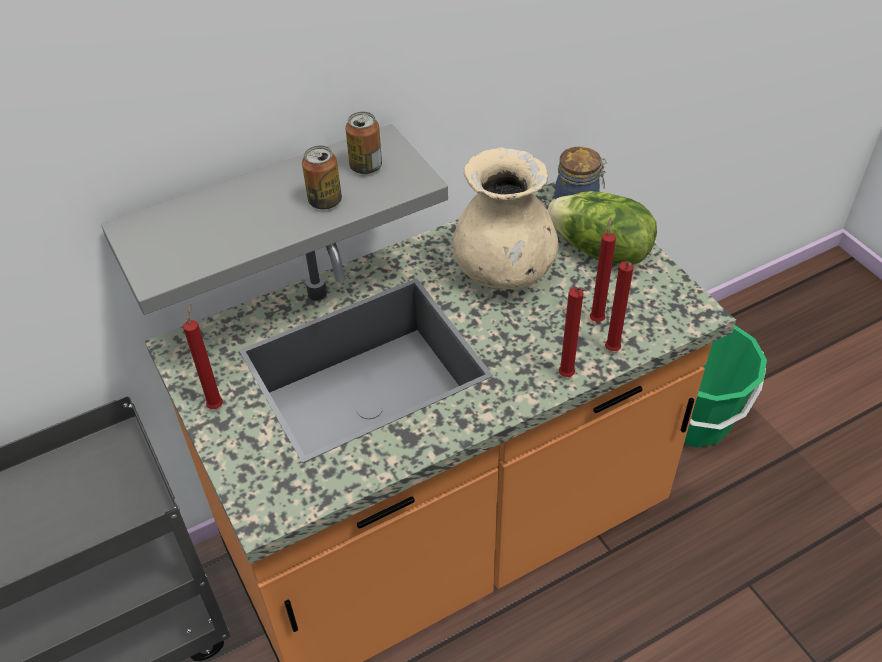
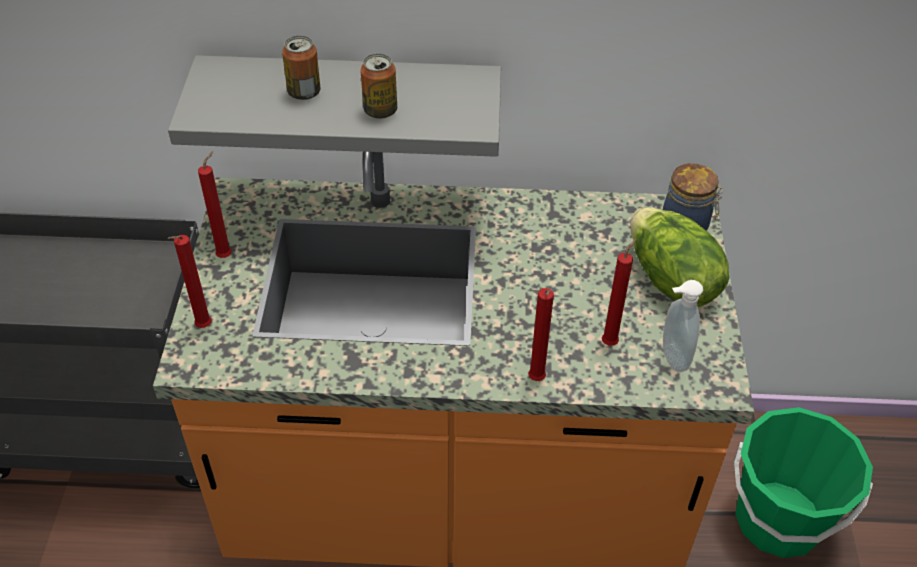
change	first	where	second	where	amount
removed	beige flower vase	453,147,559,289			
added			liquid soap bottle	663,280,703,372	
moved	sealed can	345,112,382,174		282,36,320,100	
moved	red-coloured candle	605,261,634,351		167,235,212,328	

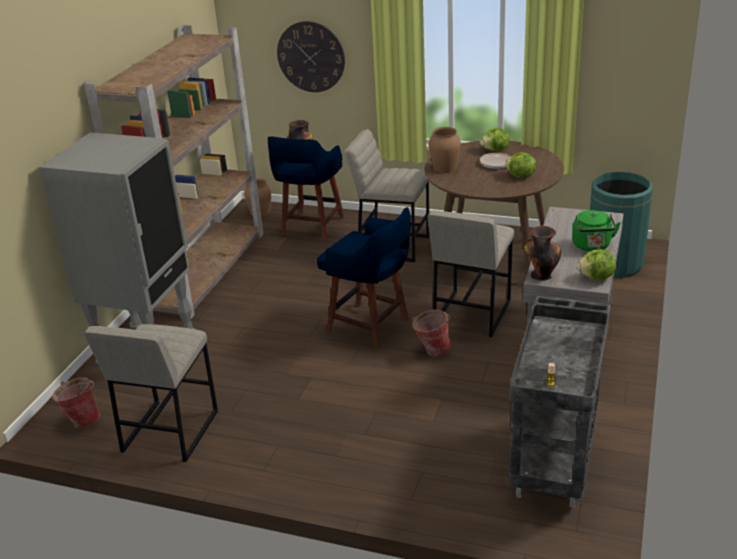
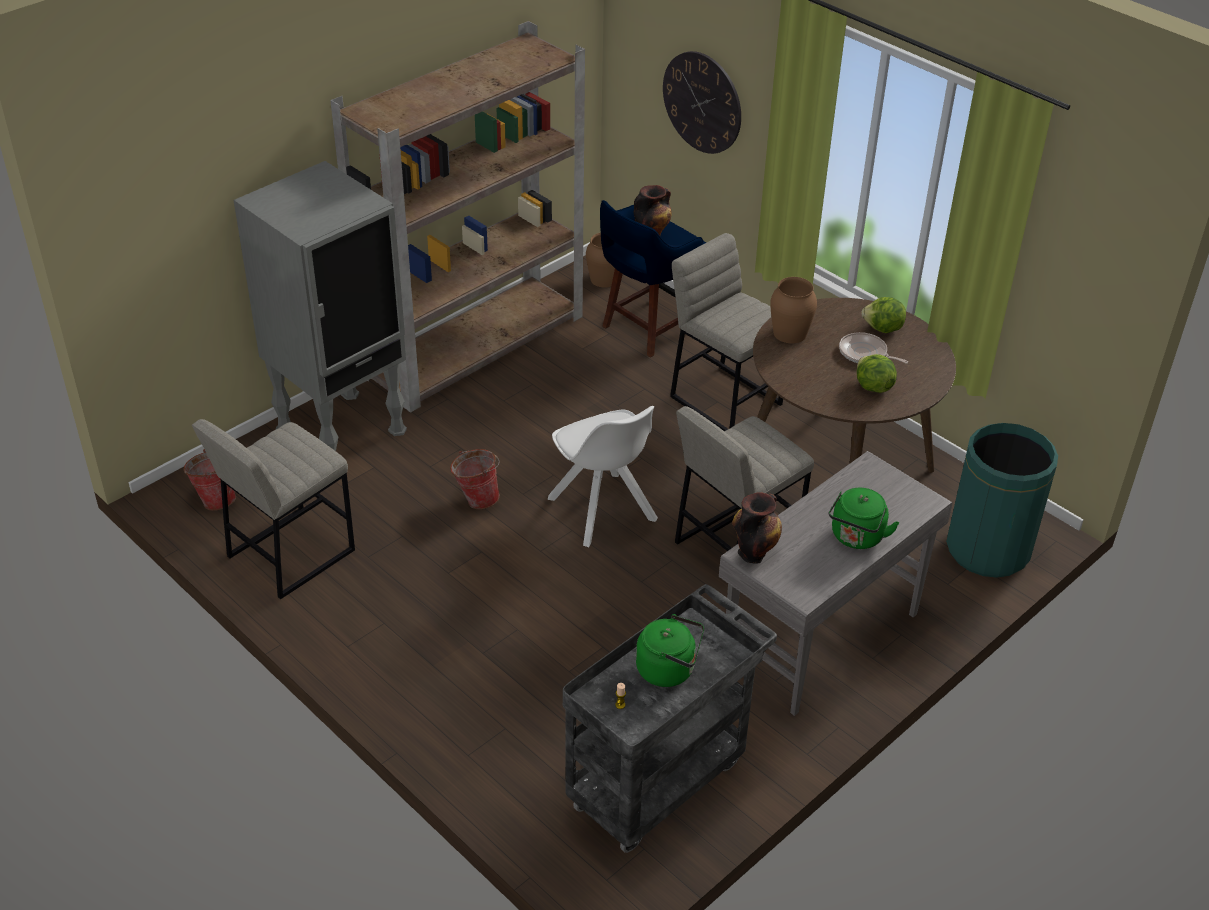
change	first	where	second	where	amount
removed	lettuce head	577,249,616,280			
added			greenish water kettle	636,614,704,687	
moved	bucket	412,310,451,357		450,449,500,509	
replaced	bluish stool seat	317,207,411,348	whitish plain chair	547,406,658,547	

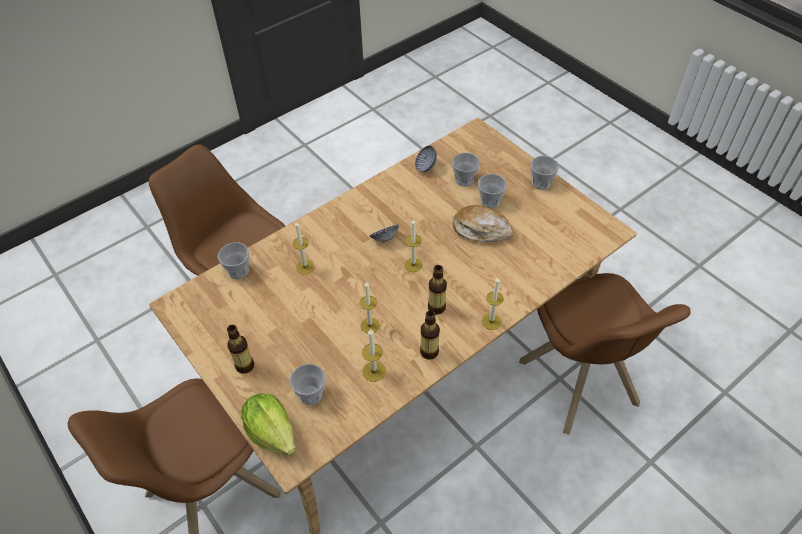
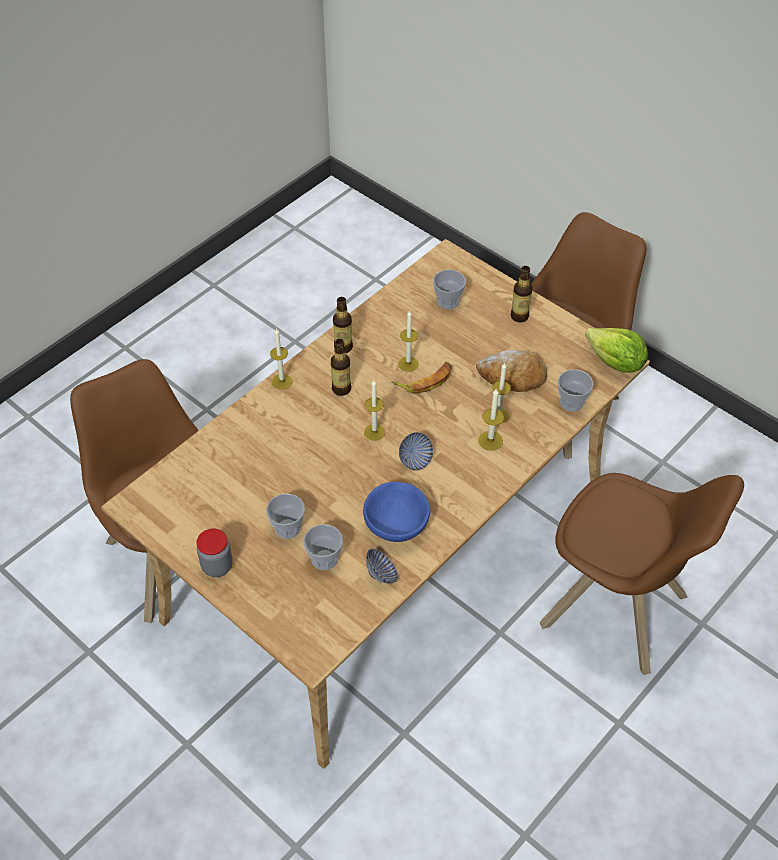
change	first	where	second	where	amount
added			bluish deep dish	363,482,430,542	
added			banana	392,362,452,393	
moved	lettuce head	241,393,296,455		585,328,648,373	
moved	candle	362,329,386,382		478,389,504,451	
moved	bread	453,205,513,242		476,350,547,392	
replaced	drinking cup	530,156,559,190	storage jar	197,529,233,577	

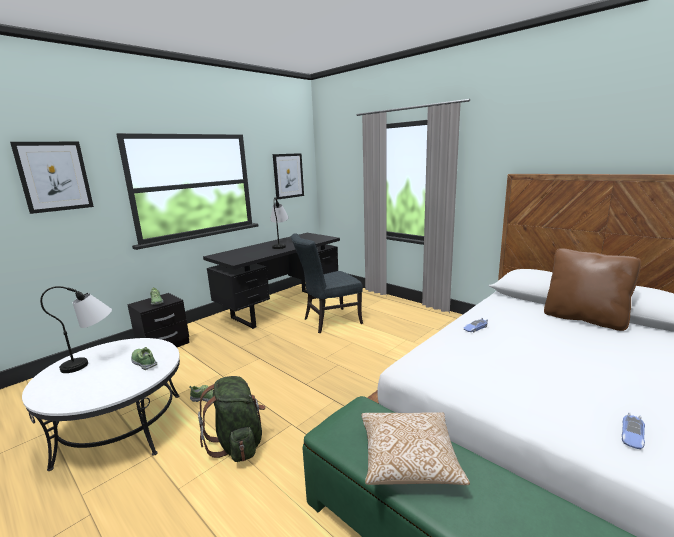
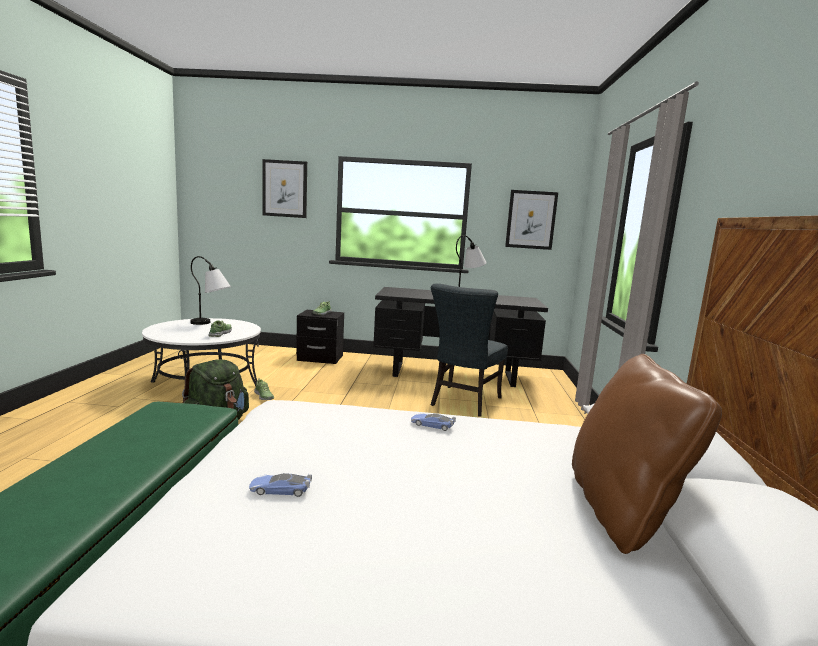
change	first	where	second	where	amount
removed	throw pillow	361,412,470,485			
moved	toy car	622,412,645,449		249,473,312,497	
turned	greyish plain chair	291,233,363,333		430,283,508,416	90 degrees counterclockwise

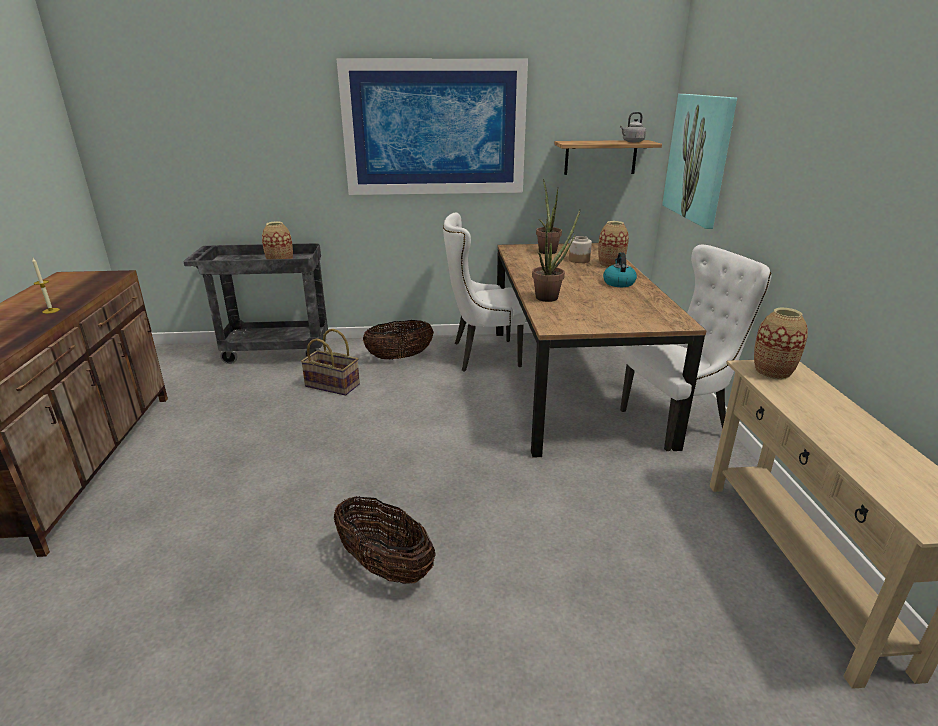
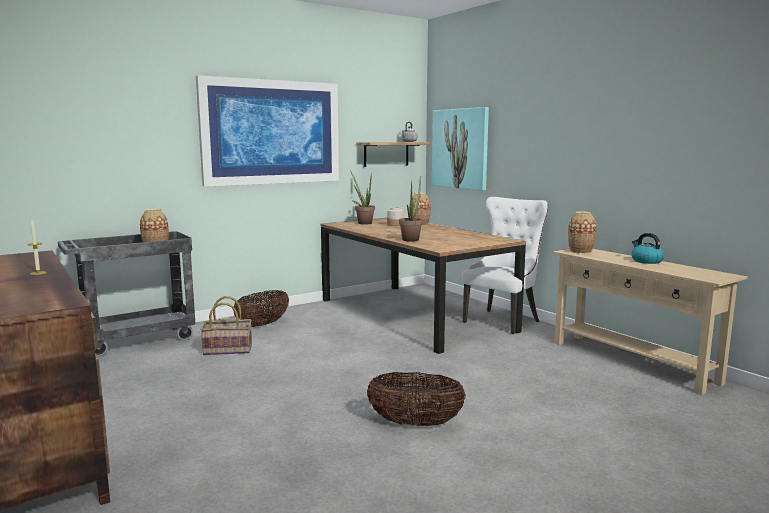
change	first	where	second	where	amount
removed	whitish plain chair	443,212,526,372			
moved	water kettle	603,252,637,287		631,233,664,264	

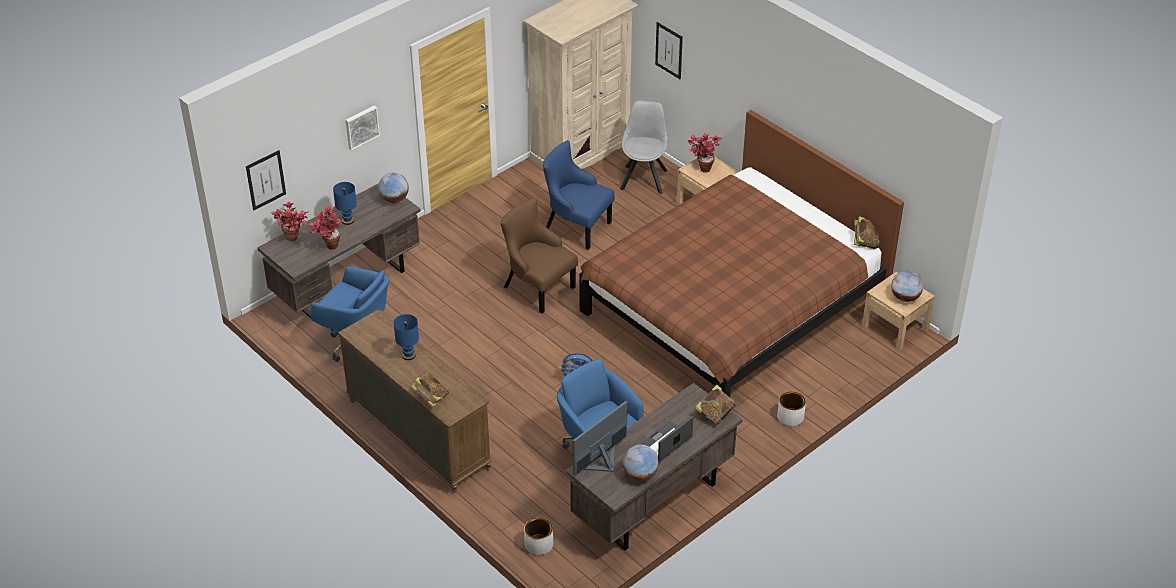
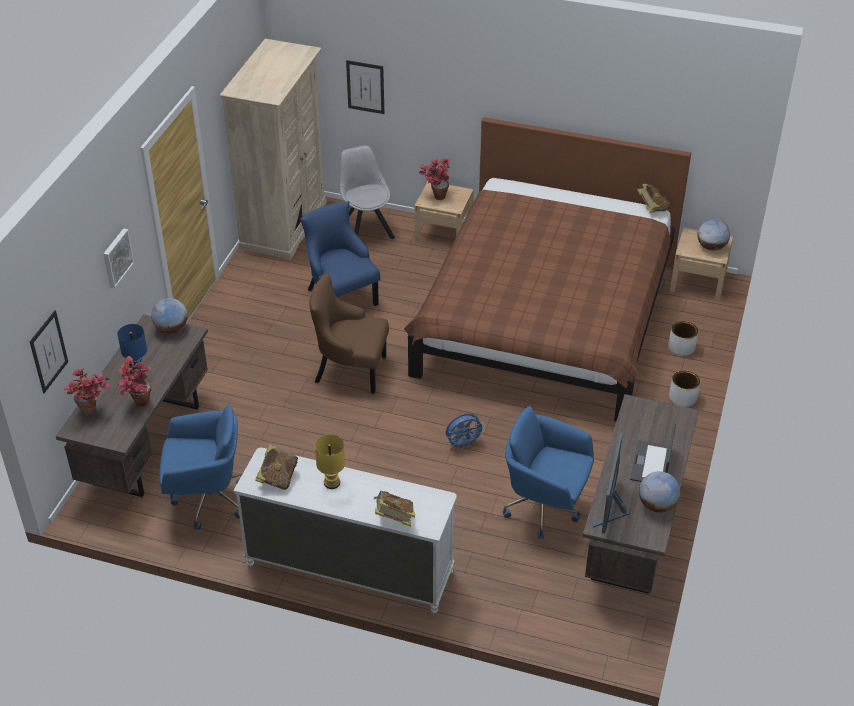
change	first	where	second	where	amount
moved	whitish plant pot	524,518,553,555		668,321,698,356	
moved	bound book	695,385,736,425		255,444,298,490	
recoloured	brown dresser	338,310,492,493	whitish dresser	233,447,457,614	
recoloured	bluish tabletop lamp	394,314,419,360	yellow-coloured tabletop lamp	315,435,345,489	
turned	bluish plain chair	543,140,615,250		300,201,381,306	60 degrees clockwise

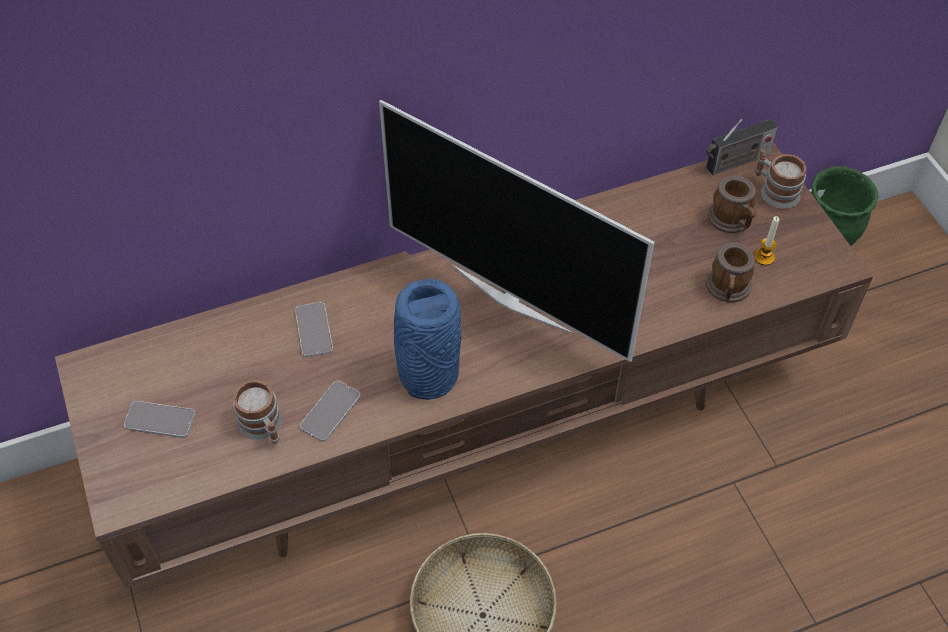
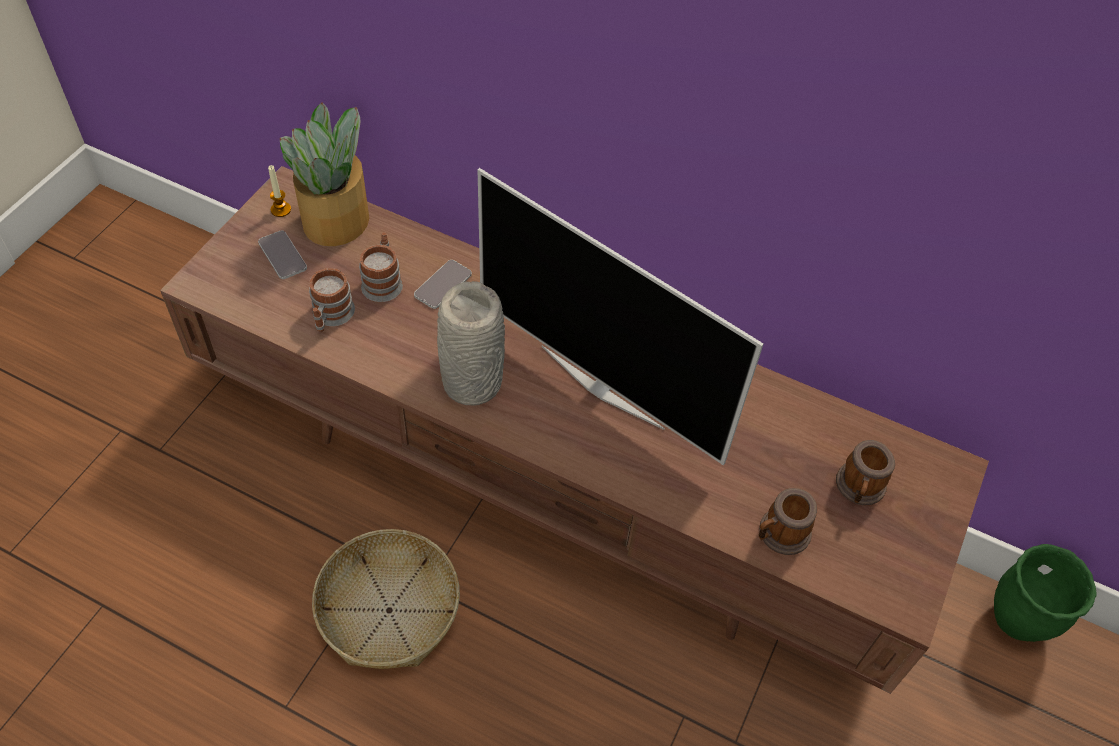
change	first	where	second	where	amount
removed	phone	300,381,360,441			
removed	radio set	706,119,778,175			
added			plant in a pot	280,102,369,246	
moved	candle	754,216,779,265		268,165,291,217	
moved	coffee mug	755,149,806,209		359,232,403,302	
recoloured	bluish flower vase	394,279,461,400	greyish flower vase	437,281,505,406	
turned	TV	379,100,655,362		478,168,763,465	45 degrees counterclockwise

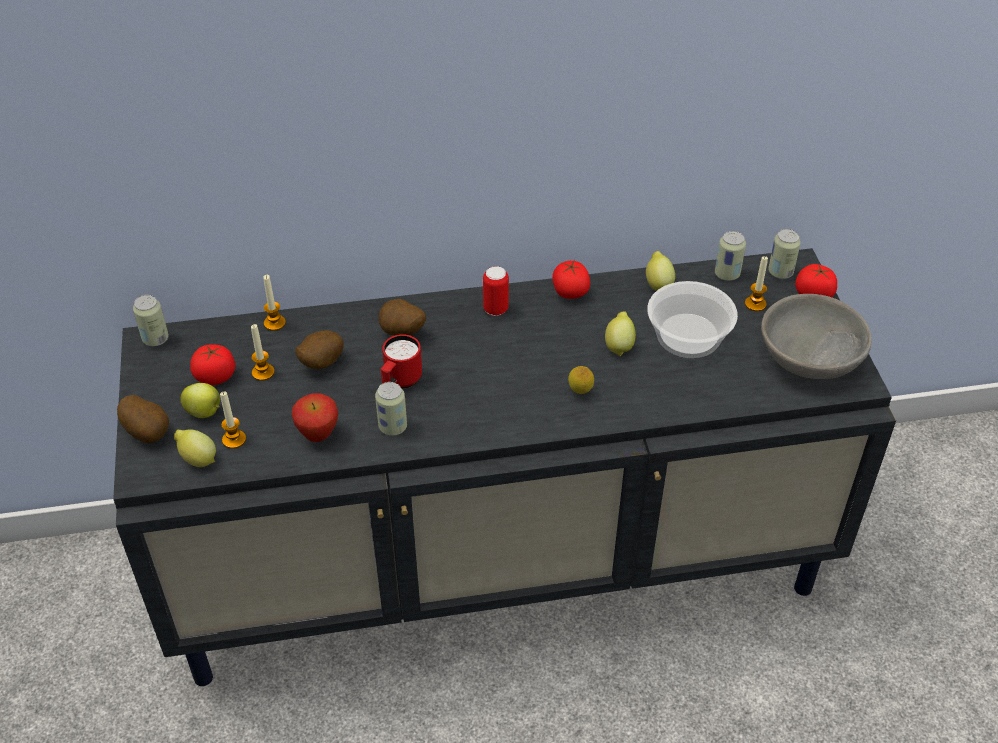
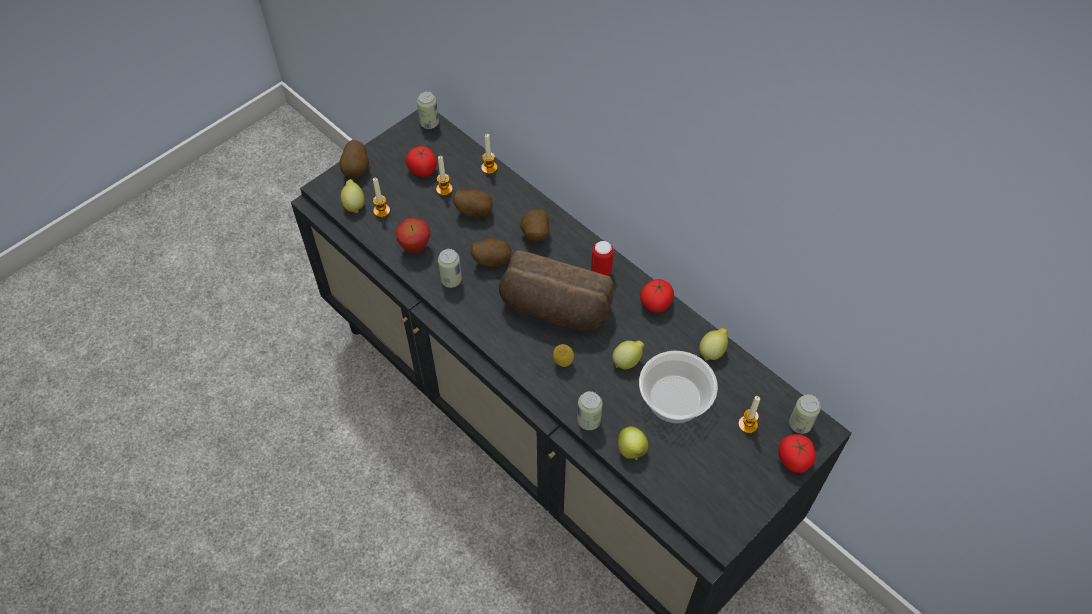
change	first	where	second	where	amount
removed	greyish deep dish	761,294,871,379			
added			bread	499,250,614,331	
moved	whole apple	180,383,220,418		618,426,648,460	
moved	sealed can	715,231,746,281		577,391,603,430	
replaced	red-coloured coffee mug	381,334,422,388	whole potato	471,238,511,267	

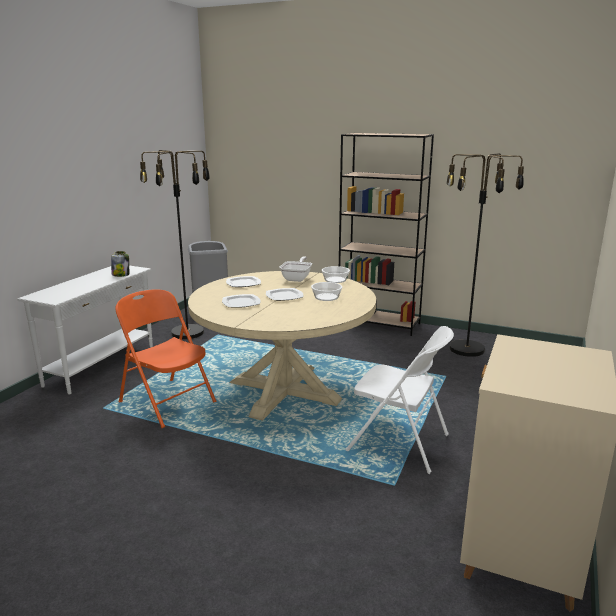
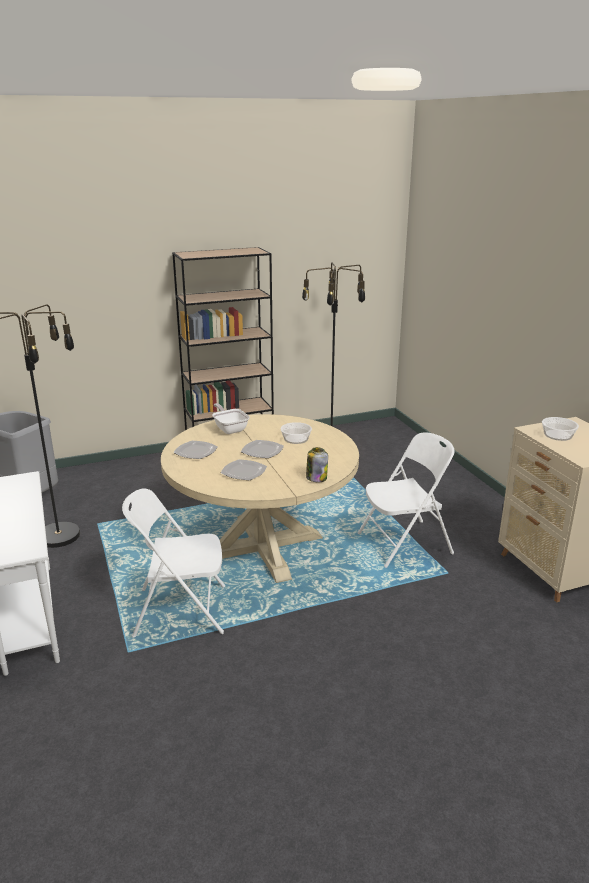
change	first	where	second	where	amount
moved	storage jar	111,251,129,277		306,447,328,482	
moved	deep dish	322,266,350,283		542,417,579,441	
recoloured	orangey plain chair	115,289,217,428	whitish plain chair	122,488,225,638	

